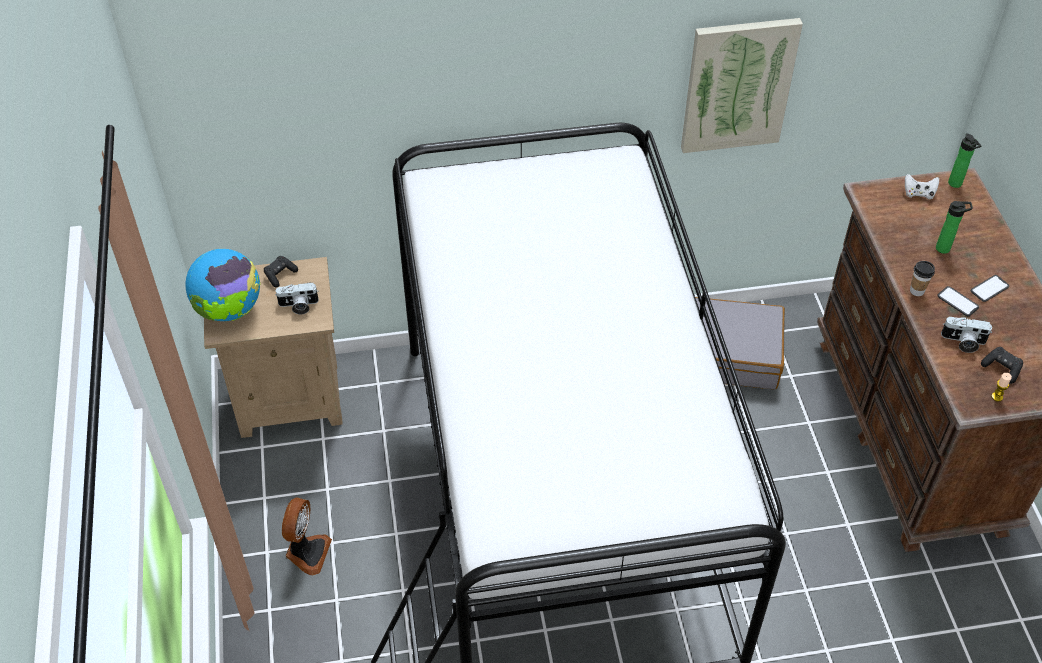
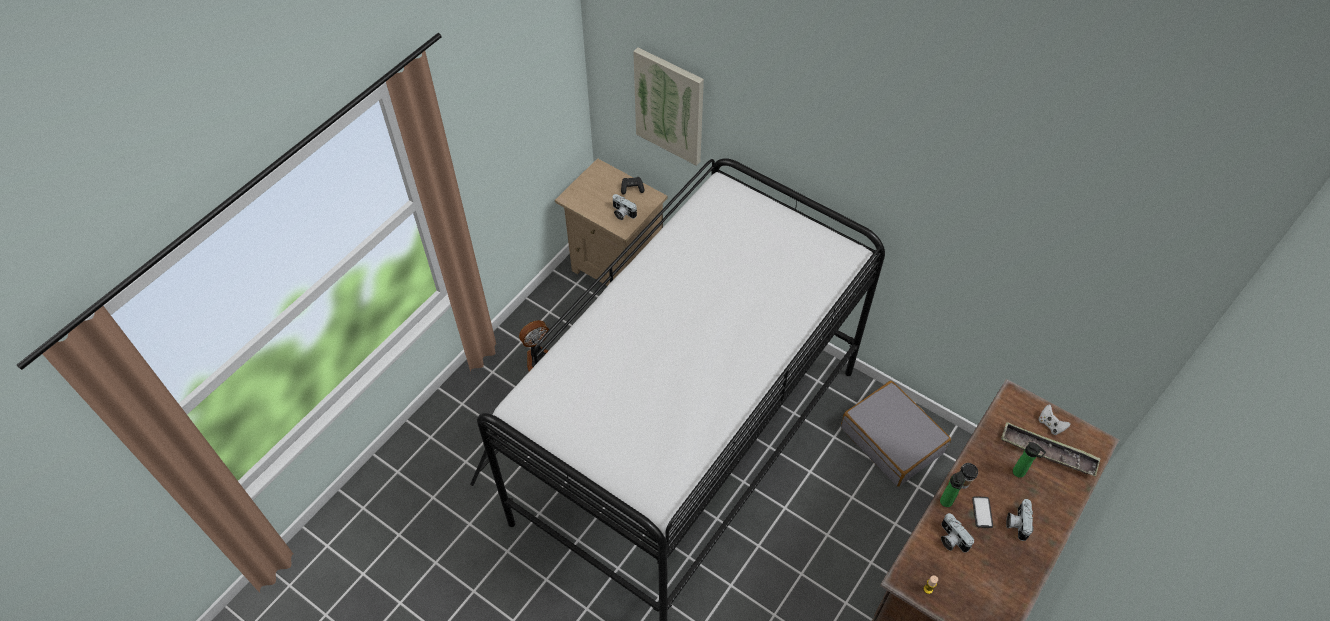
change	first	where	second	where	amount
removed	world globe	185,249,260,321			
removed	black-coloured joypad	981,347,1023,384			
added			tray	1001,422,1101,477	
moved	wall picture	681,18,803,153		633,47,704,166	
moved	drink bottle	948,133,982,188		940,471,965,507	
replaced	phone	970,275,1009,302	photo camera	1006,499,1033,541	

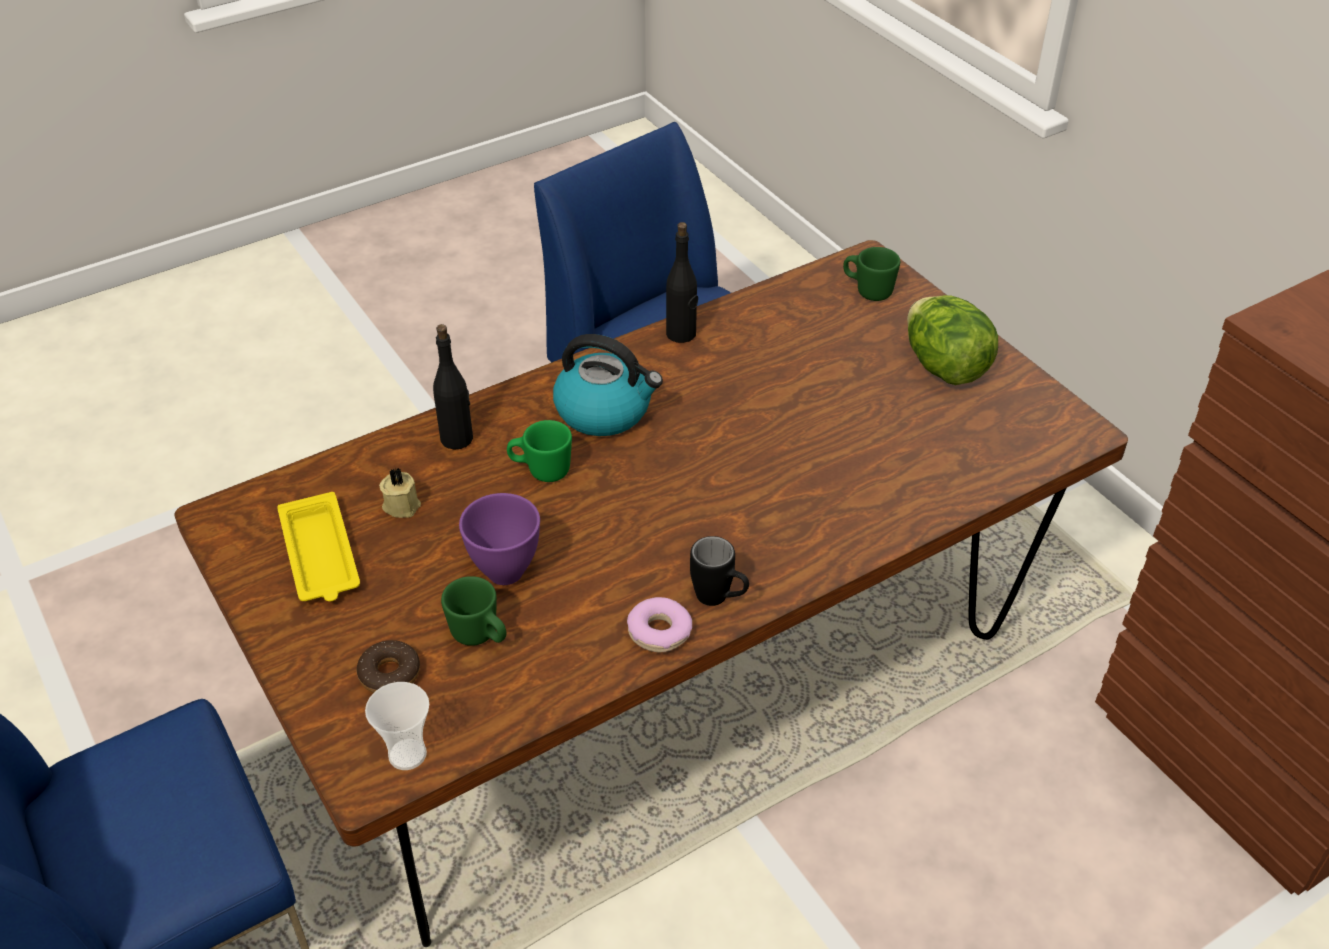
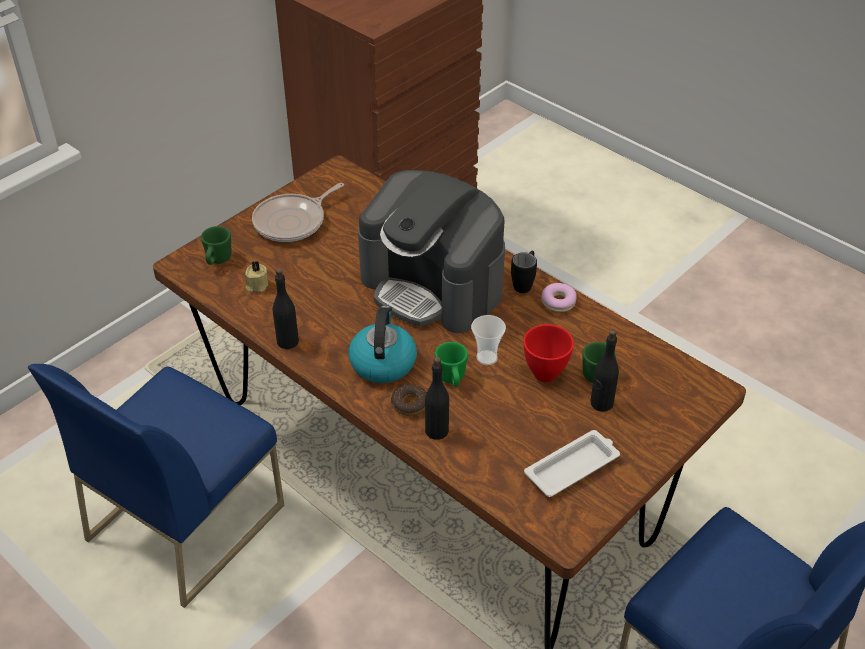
change	first	where	second	where	amount
added			coffee machine	358,170,505,333	
added			black-coloured drink bottle	590,329,619,412	
moved	ring doughnut	357,640,420,693		391,384,427,416	
moved	drinking cup	365,682,429,770		471,315,506,365	
moved	beige candle	379,467,421,518		245,261,268,292	
replaced	lettuce head	907,295,998,385	skillet	252,183,344,242	
recoloured	yellow-coloured tray	277,492,360,602	whitish tray	524,430,620,497	
recoloured	purple deep dish	459,493,540,585	red-coloured deep dish	523,324,574,382	

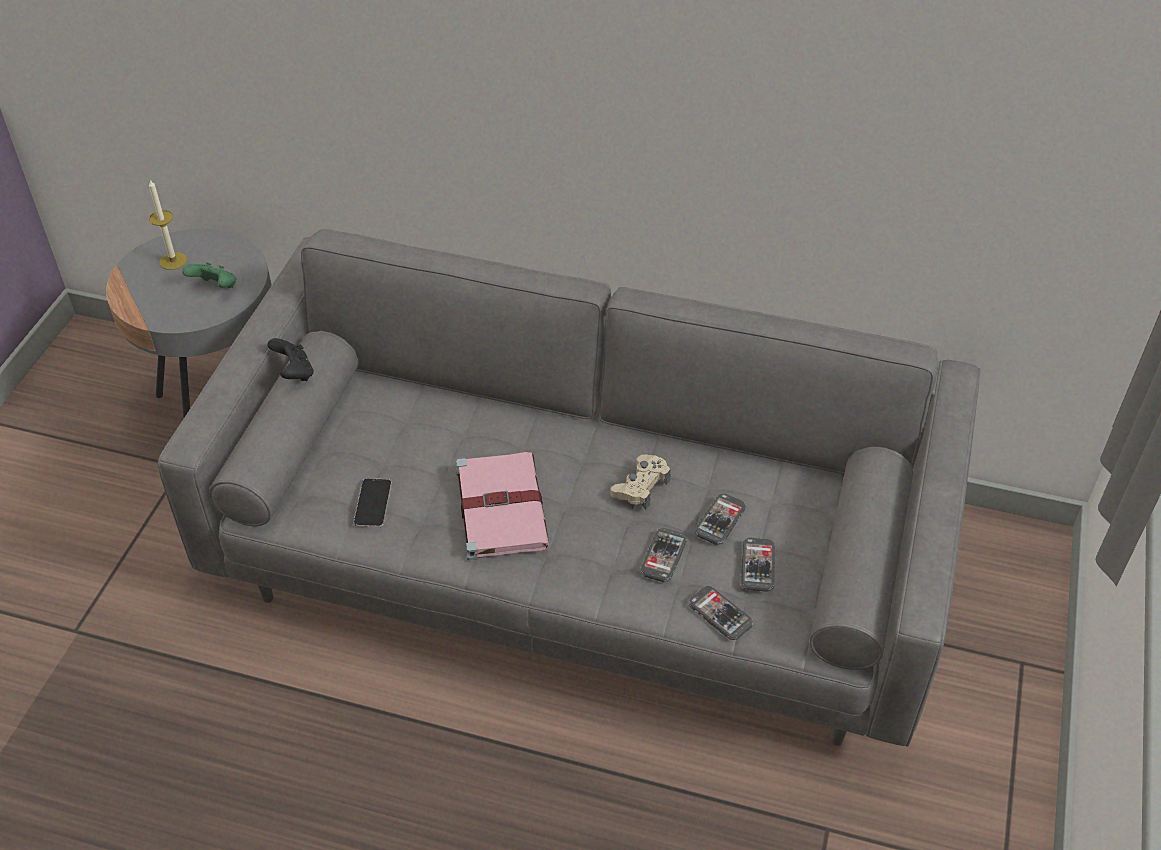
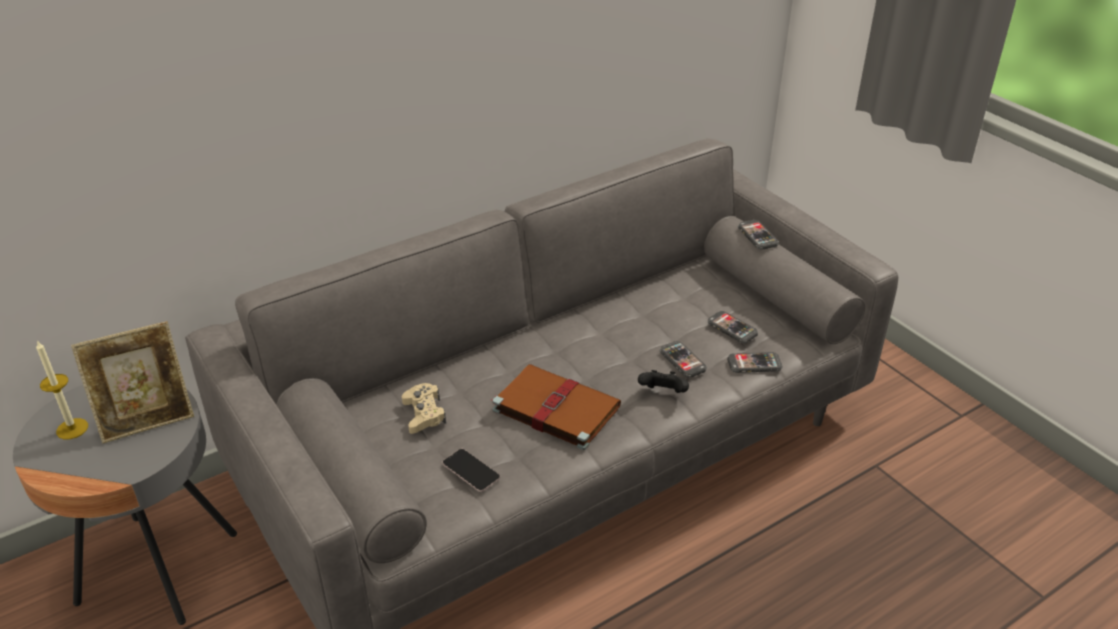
change	first	where	second	where	amount
moved	black-coloured joypad	267,338,314,381		638,370,689,393	
moved	beige joypad	611,455,671,509		402,383,446,434	
moved	phone	695,493,746,545		738,220,779,250	
replaced	greenish joypad	182,262,236,288	standing frame	71,321,194,444	
recoloured	pinkish bound book	456,452,549,560	brown bound book	492,364,621,450	

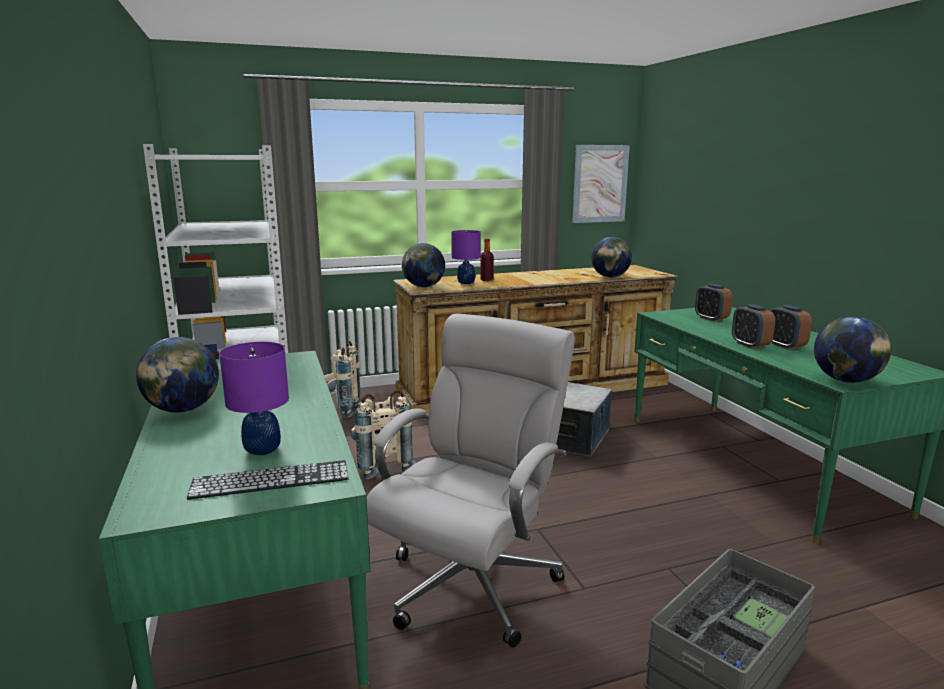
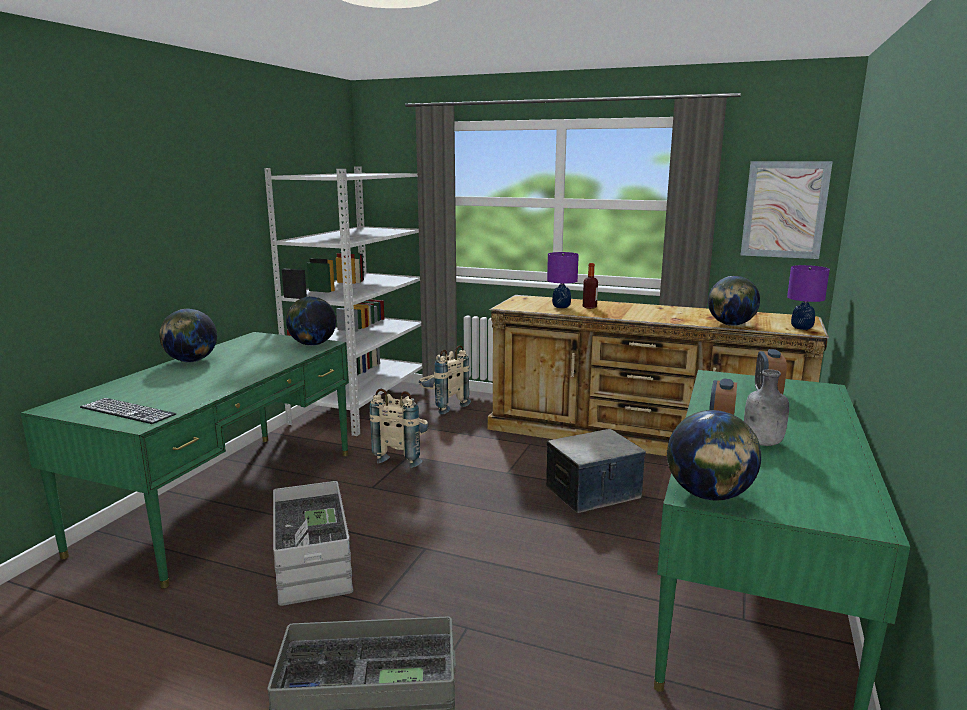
change	first	where	second	where	amount
moved	purple tabletop lamp	219,342,289,455		787,265,830,330	
moved	world globe	402,243,445,288		286,296,336,346	
replaced	greyish computer chair	367,314,575,648	greyish storage box	273,481,353,606	
replaced	bedside clock	771,305,812,350	greyish drink bottle	744,369,789,446	

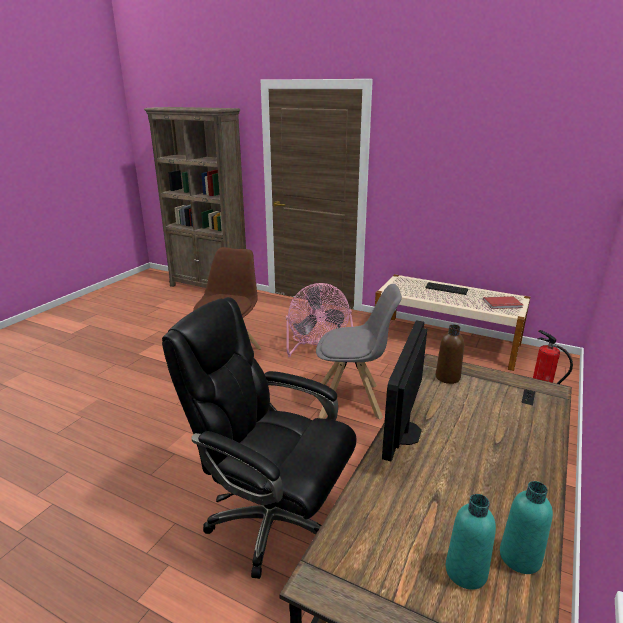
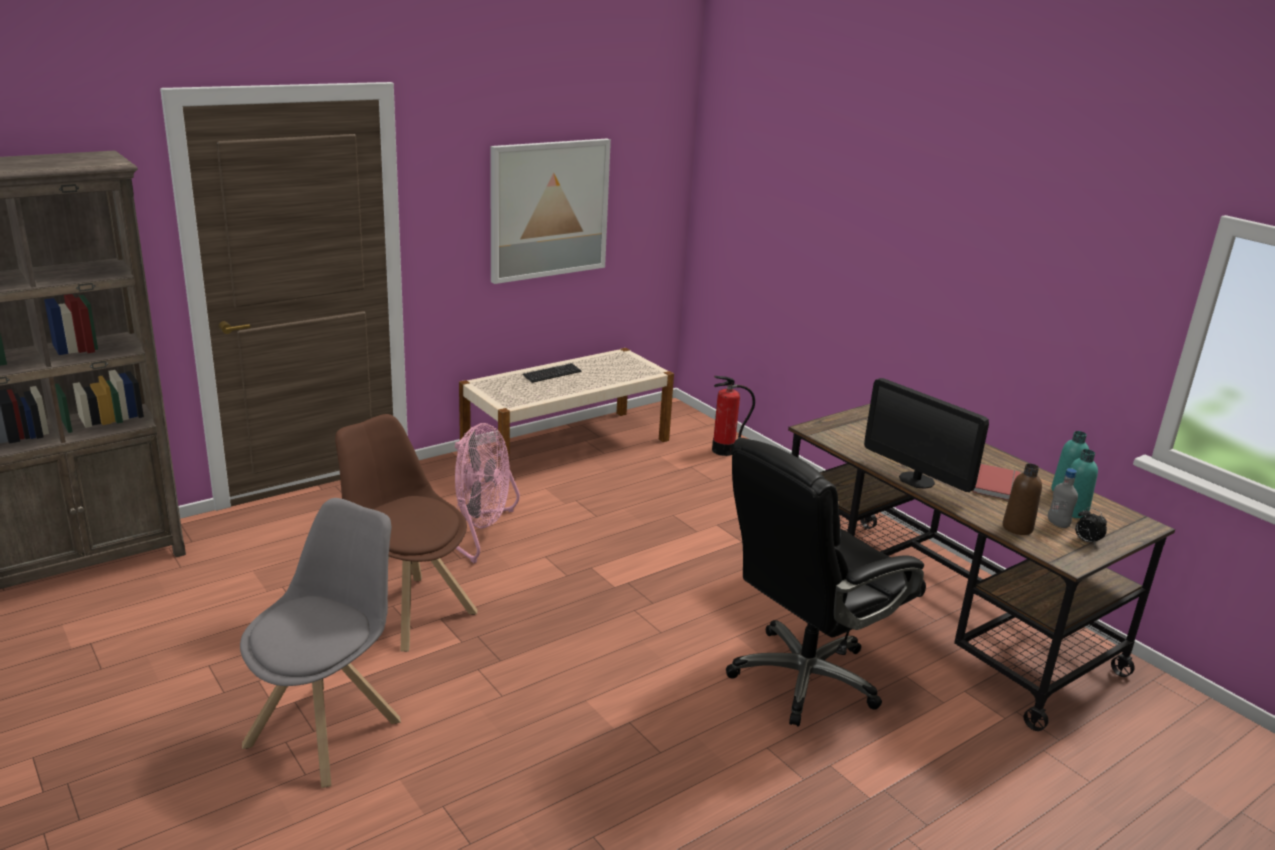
change	first	where	second	where	amount
added			wall picture	490,138,611,284	
added			greyish drink bottle	1048,468,1078,528	
added			bedside clock	1075,507,1107,546	
moved	greyish plain chair	316,284,402,419		240,498,401,788	
moved	brown drink bottle	436,324,464,384		1003,463,1042,535	
moved	red-coloured bound book	483,296,523,309		973,464,1020,500	

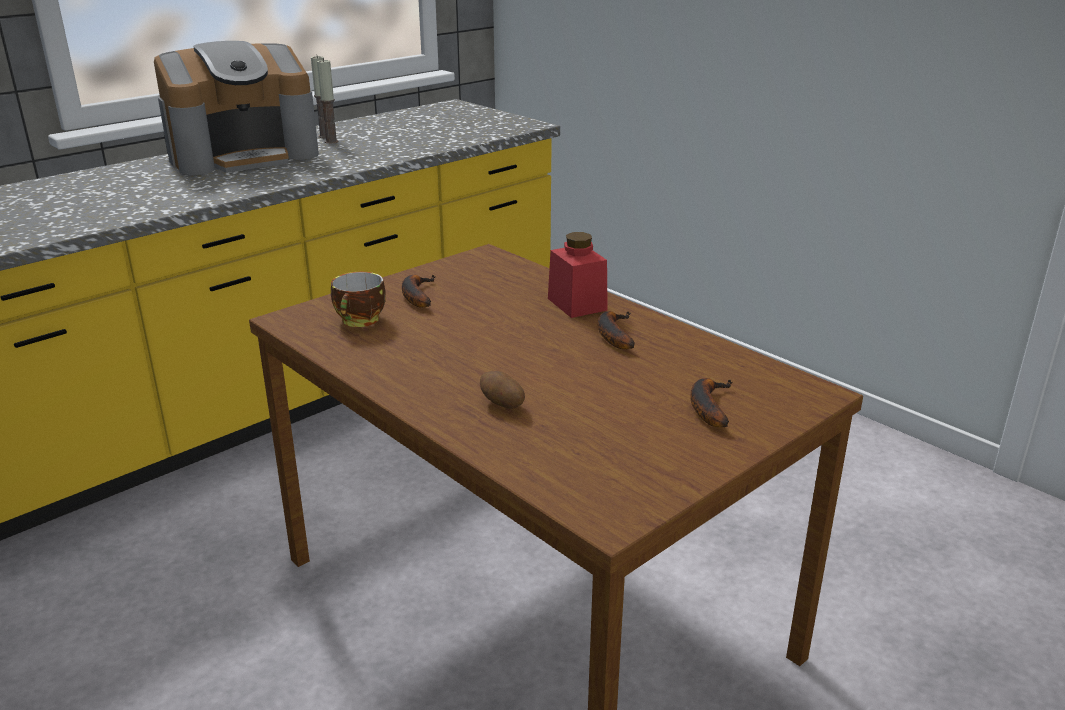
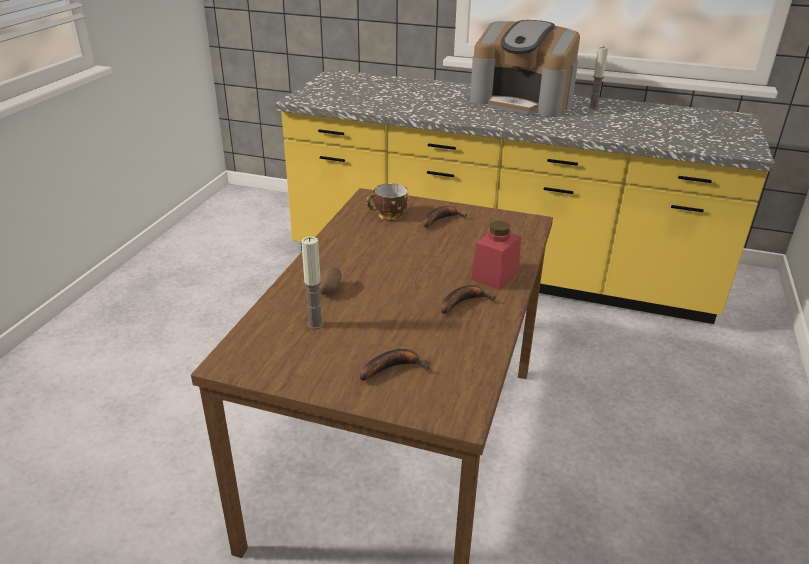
change	first	where	second	where	amount
moved	candle	317,58,338,144		301,236,324,330	

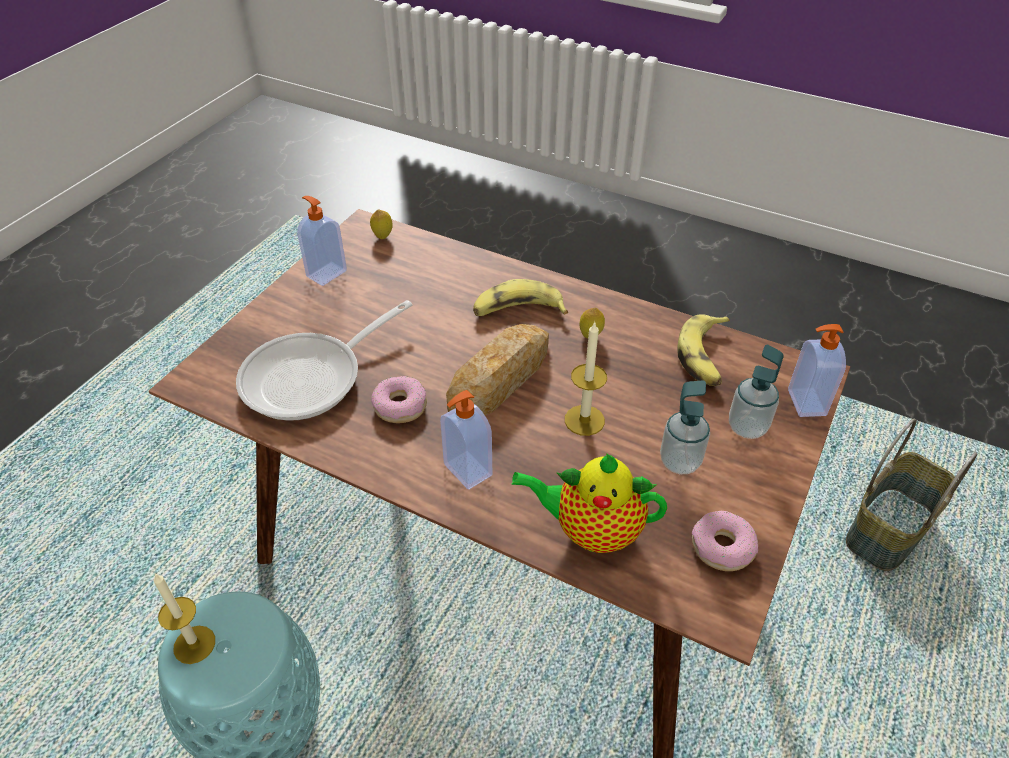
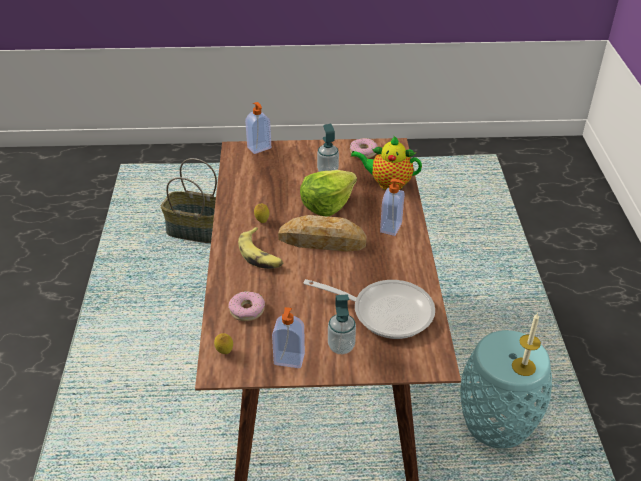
change	first	where	second	where	amount
removed	banana	677,314,730,386			
moved	ring doughnut	371,376,427,423		228,291,265,321	
moved	liquid soap bottle	729,344,784,439		328,294,356,354	
replaced	candle	565,321,607,436	lettuce head	300,170,357,217	
turned	pot for tea	511,453,667,553		351,135,422,190	120 degrees clockwise

